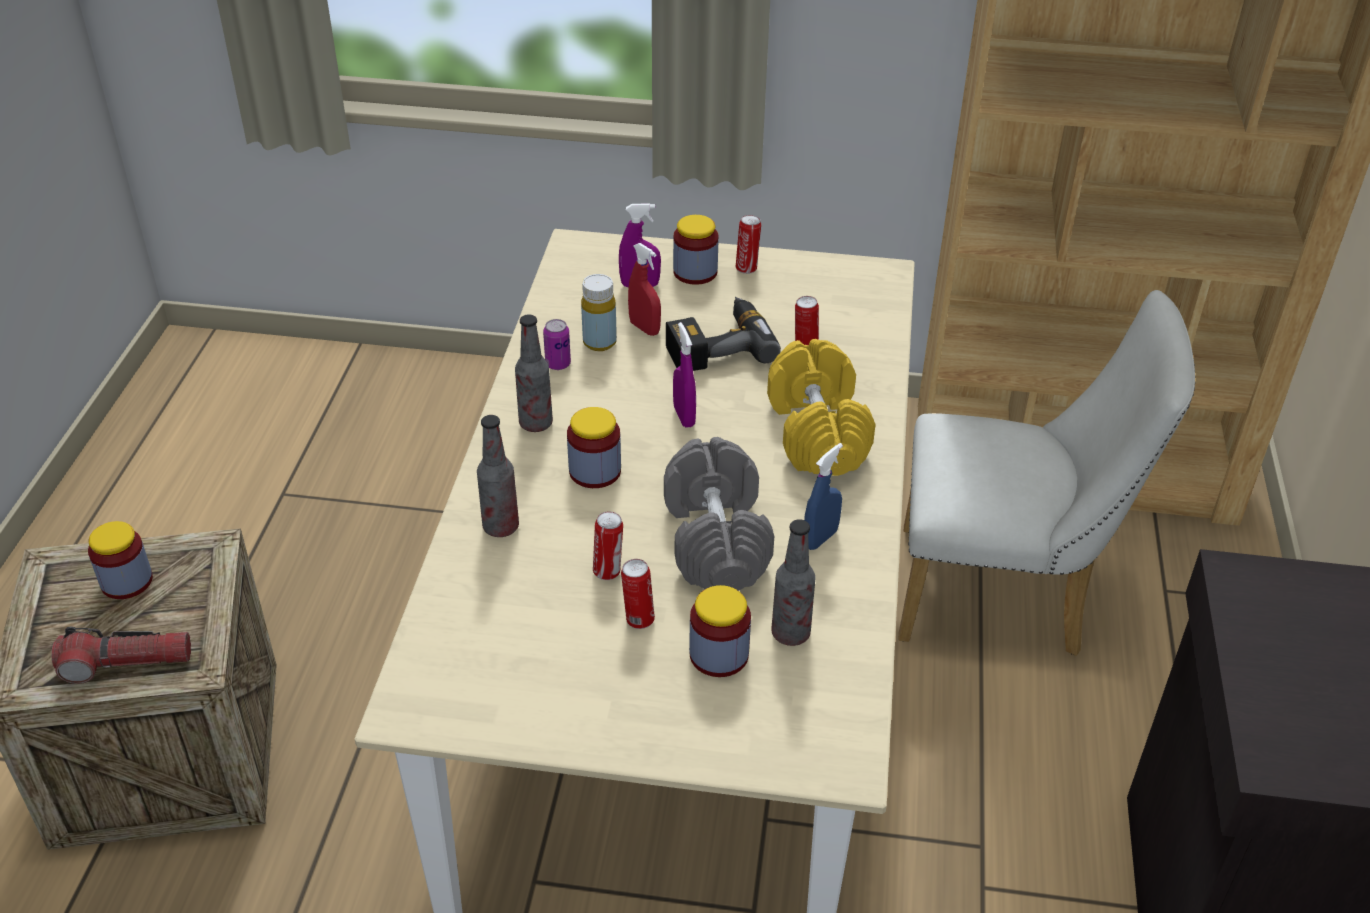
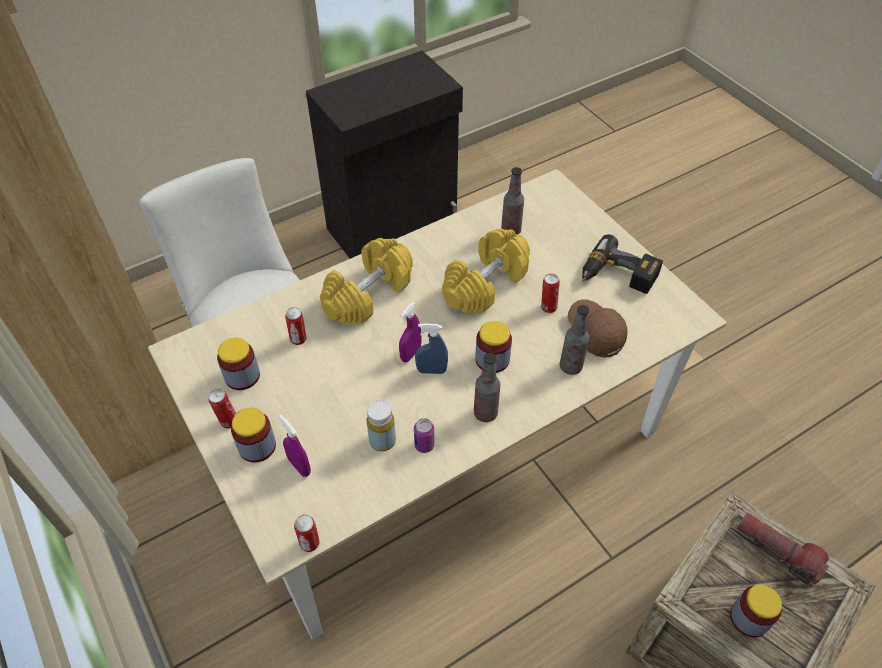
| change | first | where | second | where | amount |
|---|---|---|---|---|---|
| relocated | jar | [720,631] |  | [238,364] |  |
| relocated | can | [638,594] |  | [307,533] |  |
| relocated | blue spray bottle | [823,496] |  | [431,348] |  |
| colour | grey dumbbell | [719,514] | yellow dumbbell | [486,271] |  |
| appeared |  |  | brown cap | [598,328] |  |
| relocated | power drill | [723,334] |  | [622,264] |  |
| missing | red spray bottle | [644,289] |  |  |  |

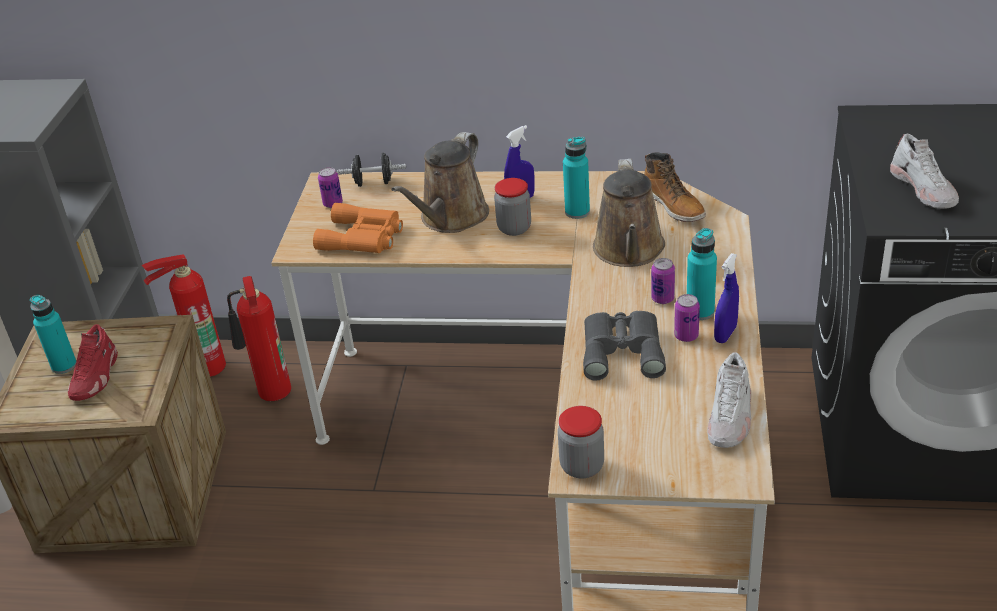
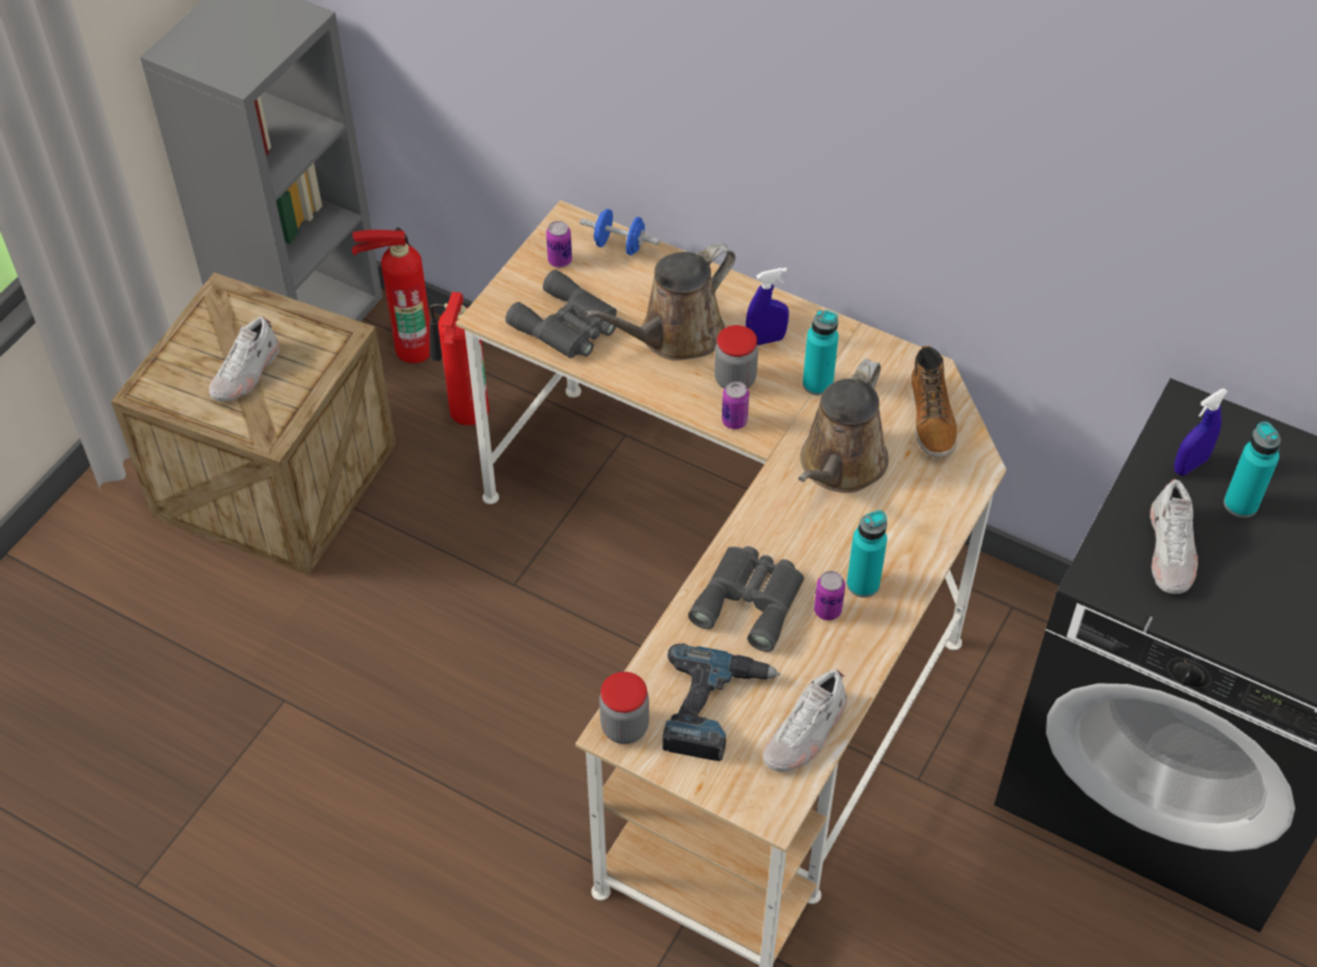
| change | first | where | second | where | amount |
|---|---|---|---|---|---|
| colour | red shoe | [93,362] | white shoe | [244,359] |  |
| colour | orange binoculars | [358,228] | grey binoculars | [561,314] |  |
| colour | black dumbbell | [371,170] | blue dumbbell | [620,232] |  |
| appeared |  |  | power drill | [721,702] |  |
| relocated | can | [663,281] |  | [735,405] |  |
| relocated | blue spray bottle | [726,298] |  | [1201,431] |  |
| relocated | turquoise bottle | [53,334] |  | [1252,469] |  |

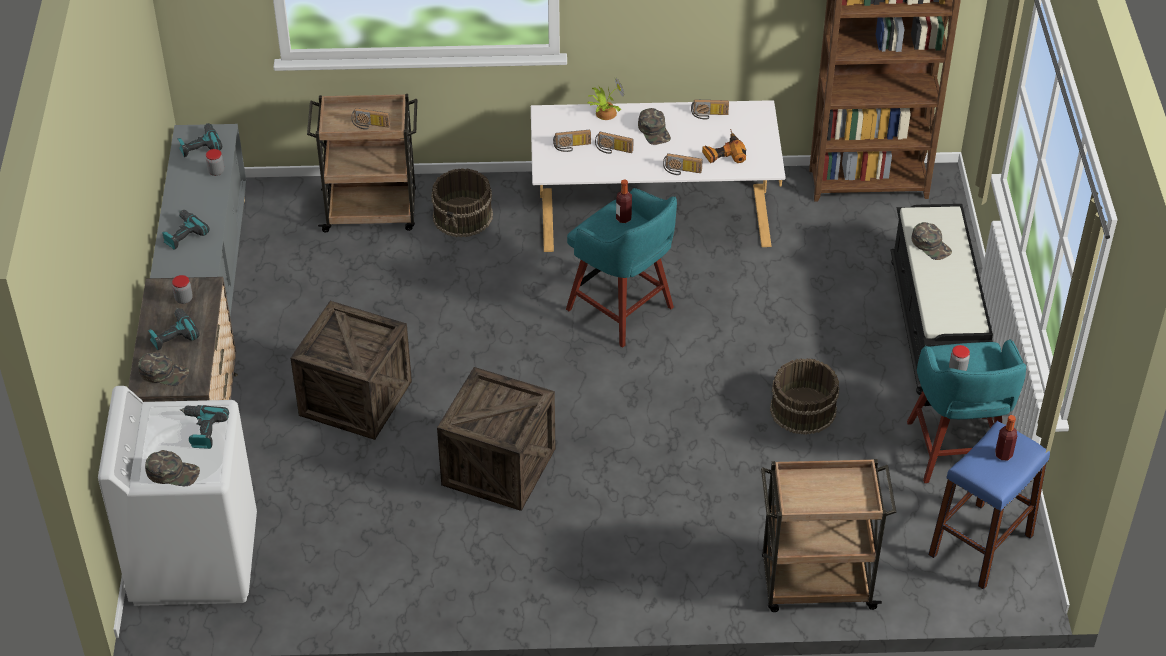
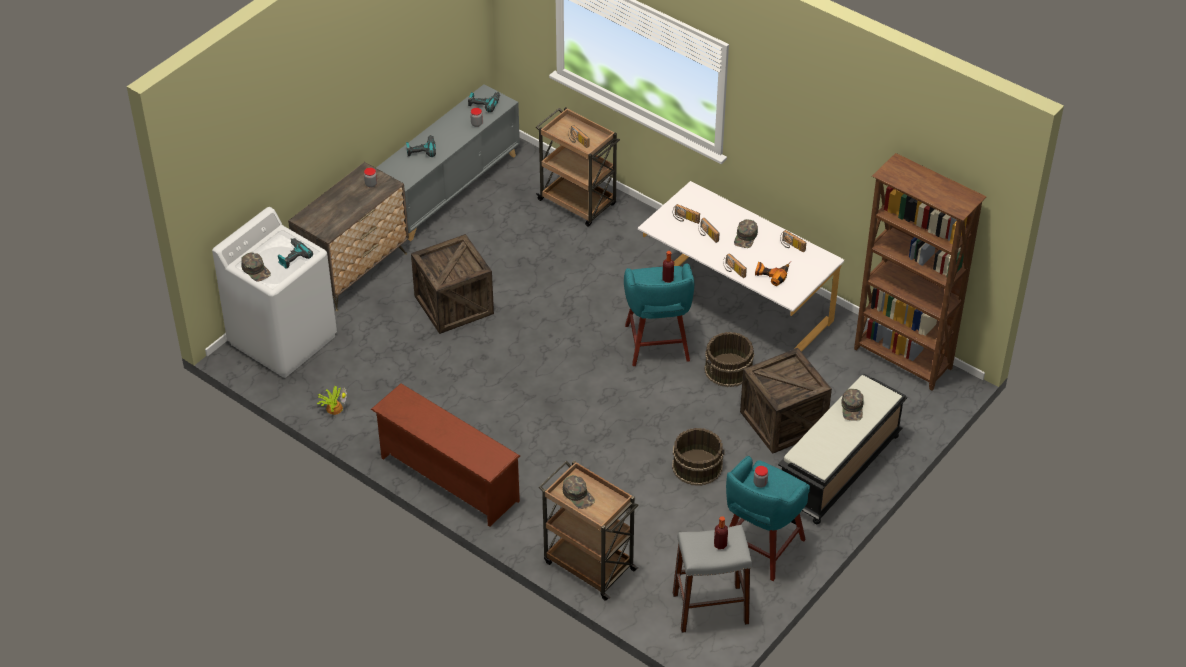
| change | first | where | second | where | amount |
|---|---|---|---|---|---|
| relocated | potted plant | [606,98] |  | [332,400] |  |
| appeared |  |  | brown shoe rack | [445,455] |  |
| relocated | green cap | [163,369] |  | [579,492] |  |
| colour | blue stool | [989,505] | grey stool | [712,579] |  |
| relocated | brown bucket | [462,202] |  | [729,359] |  |
| relocated | crate | [496,439] |  | [786,401] |  |
| missing | power drill | [173,329] |  |  |  |

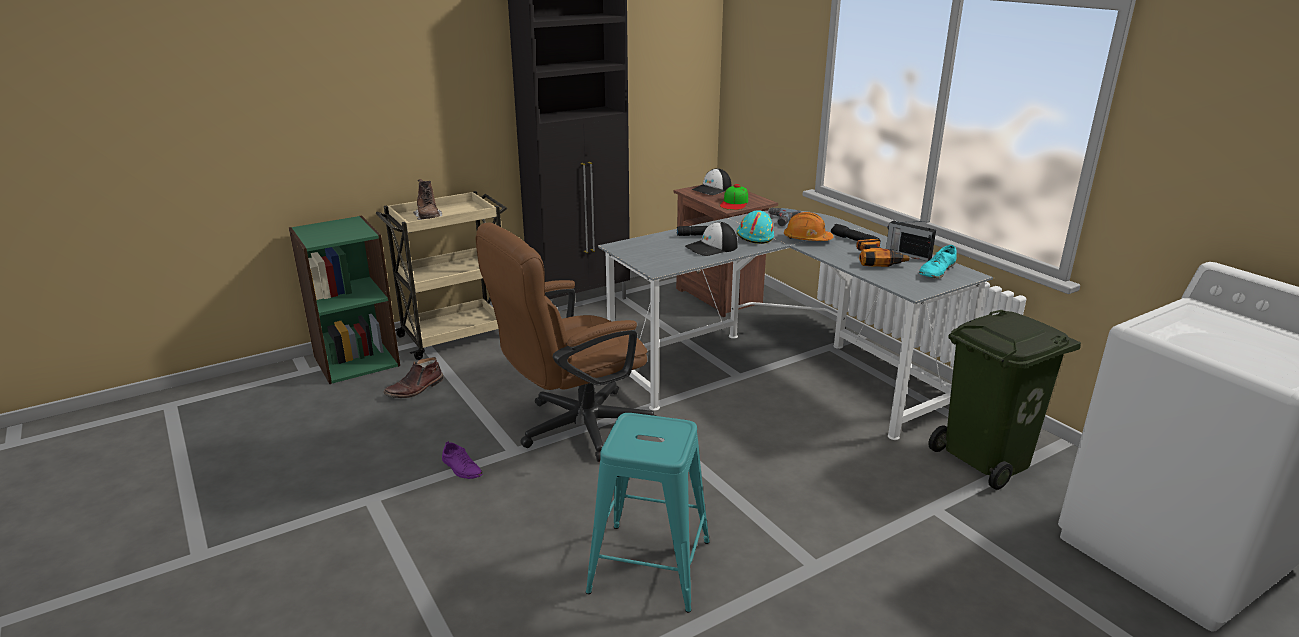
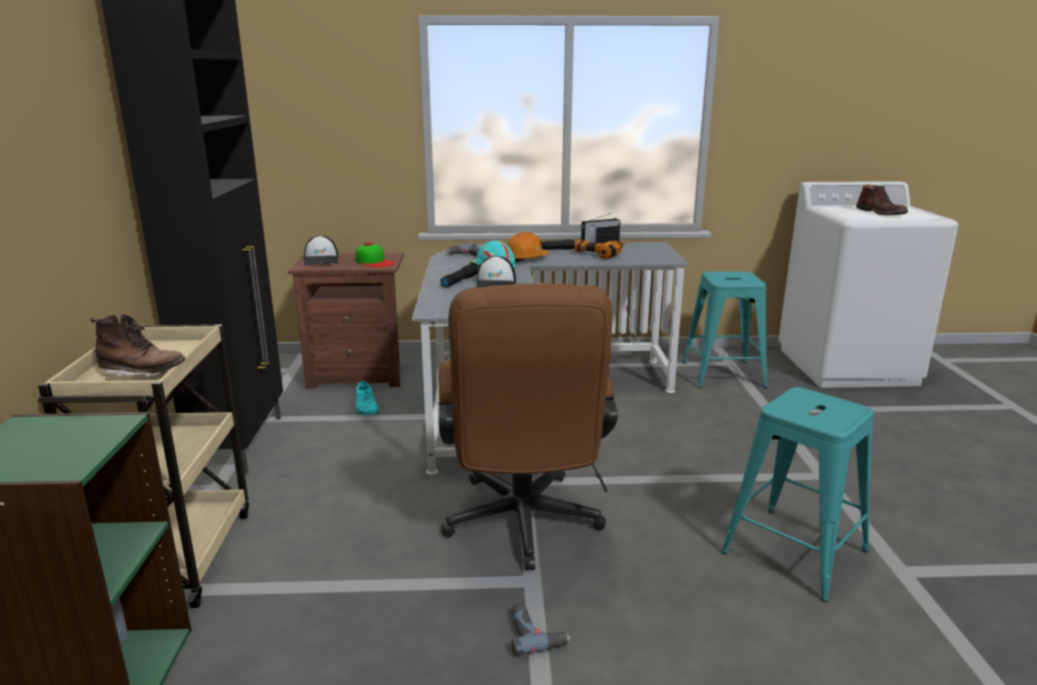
| change | first | where | second | where | amount |
|---|---|---|---|---|---|
| relocated | turquoise shoe | [938,262] |  | [367,398] |  |
| exchanged | purple shoe | [462,460] | power drill | [541,629] |  |
| exchanged | green trash can | [1004,400] | turquoise stool | [724,329] |  |
| relocated | brown boot | [413,377] |  | [882,200] |  |

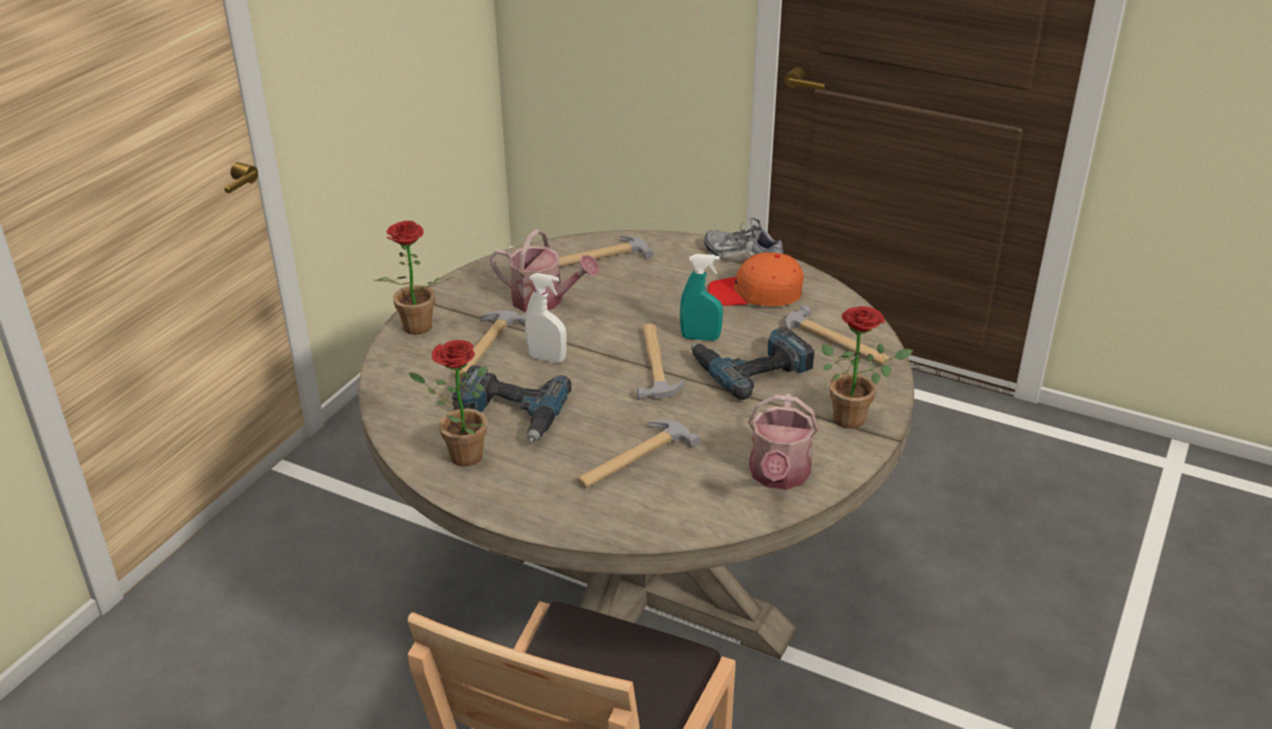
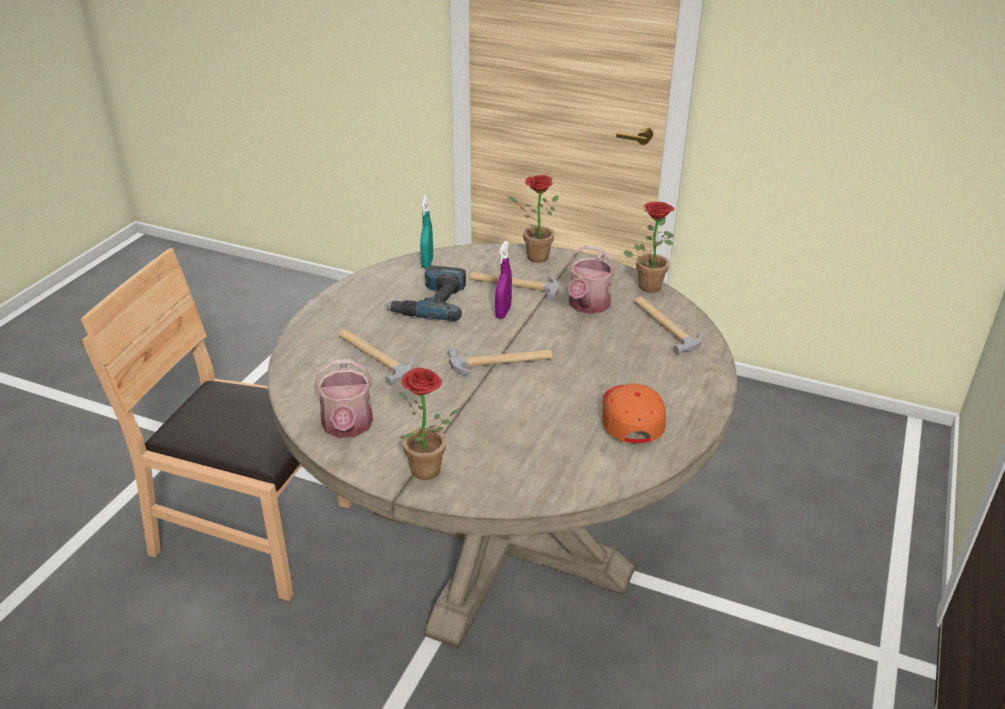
| change | first | where | second | where | amount |
|---|---|---|---|---|---|
| spun | watering can | [783,442] |  | [343,398] | 105 degrees counterclockwise |
| relocated | turquoise spray bottle | [701,297] |  | [426,231] |  |
| colour | white spray bottle | [546,318] | purple spray bottle | [503,280] |  |
| relocated | potted plant | [447,403] |  | [648,247] |  |
| missing | power drill | [753,363] |  |  |  |
| missing | shoe | [744,240] |  |  |  |
| missing | hammer | [837,335] |  |  |  |

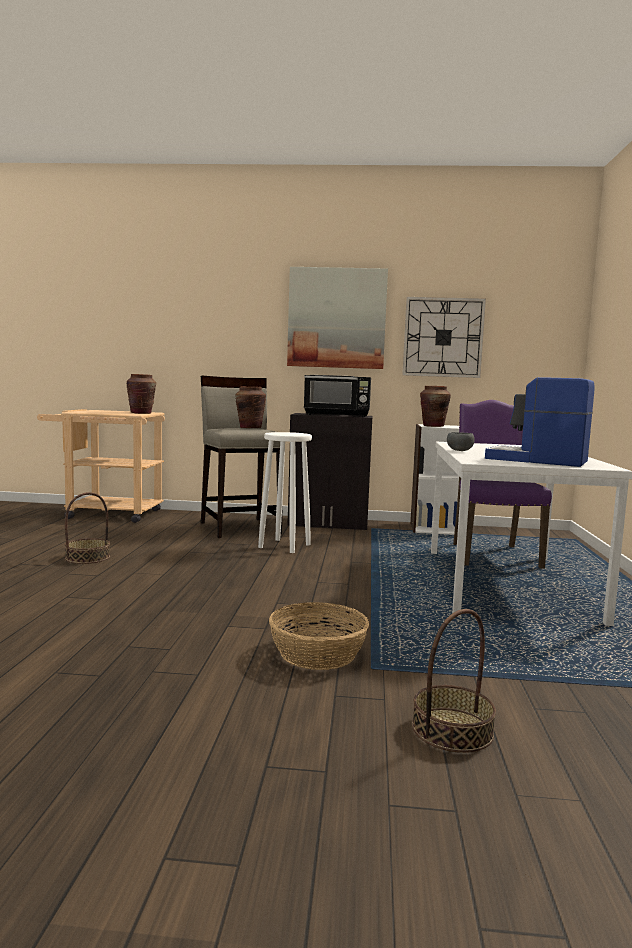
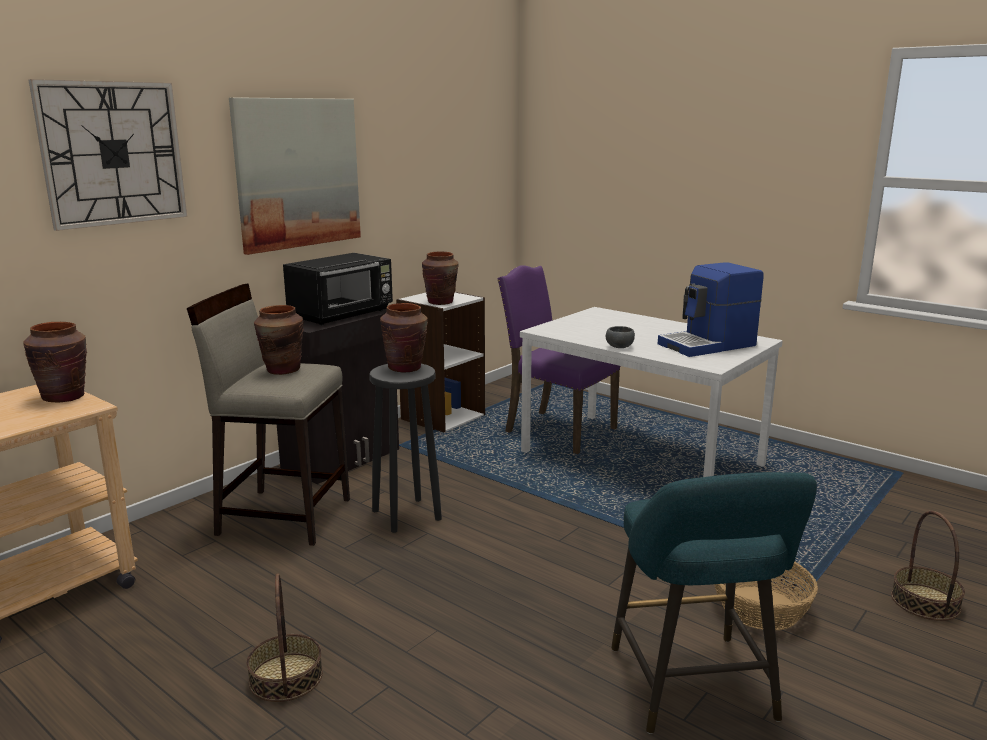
| change | first | where | second | where | amount |
|---|---|---|---|---|---|
| relocated | wall clock | [444,337] |  | [107,155] |  |
| colour | white stool | [285,492] | black stool | [405,448] |  |
| appeared |  |  | brown vase | [404,338] |  |
| appeared |  |  | turquoise stool | [714,603] |  |

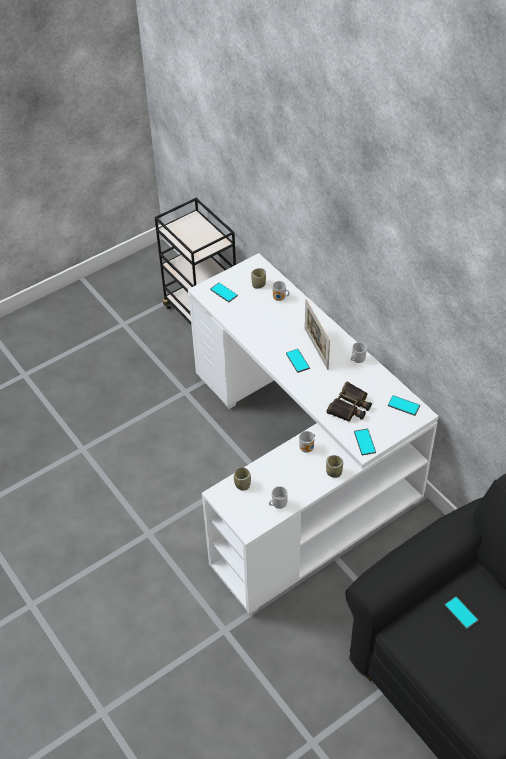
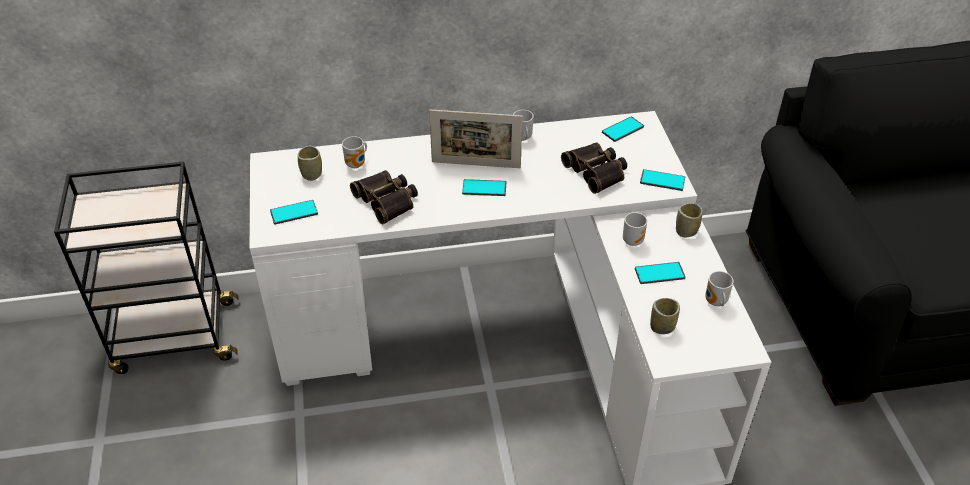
| change | first | where | second | where | amount |
|---|---|---|---|---|---|
| appeared |  |  | binoculars | [384,197] |  |
| relocated | phone | [461,612] |  | [660,273] |  |

